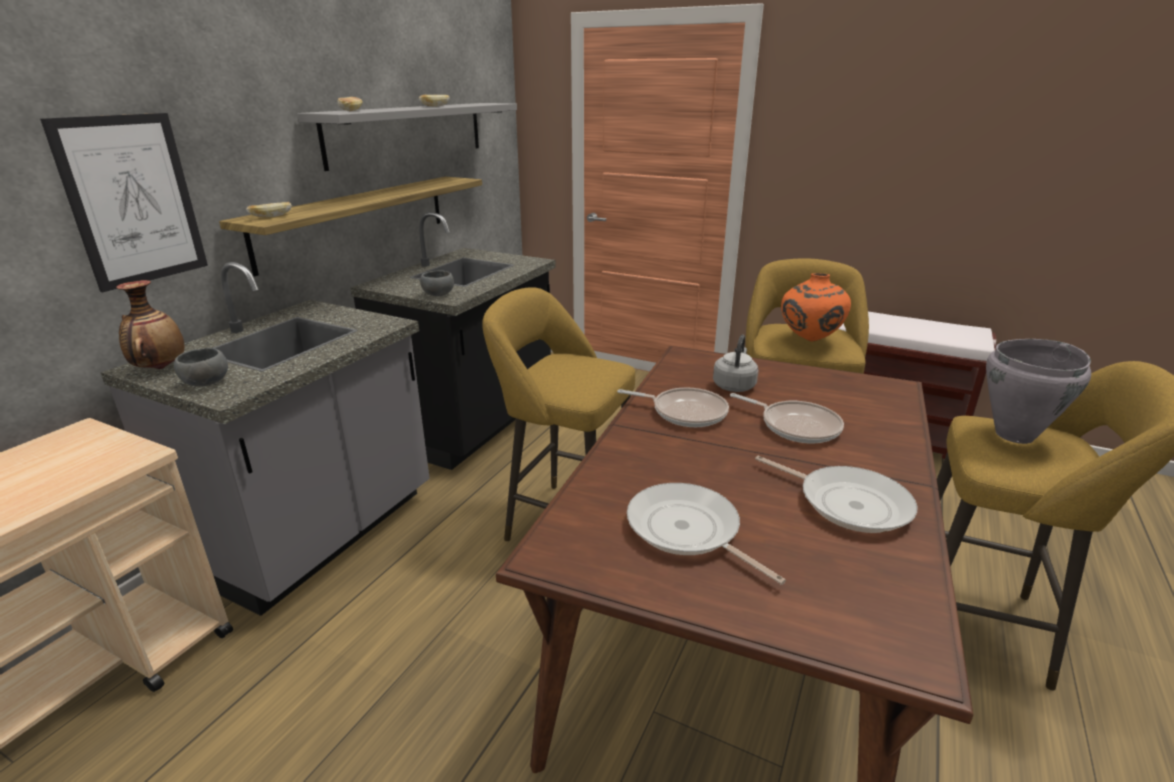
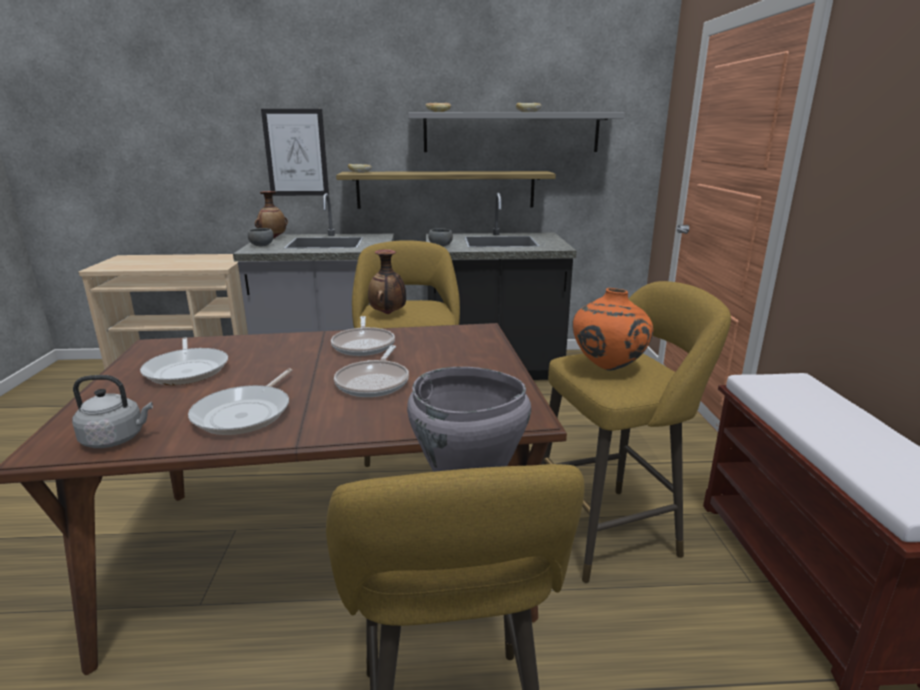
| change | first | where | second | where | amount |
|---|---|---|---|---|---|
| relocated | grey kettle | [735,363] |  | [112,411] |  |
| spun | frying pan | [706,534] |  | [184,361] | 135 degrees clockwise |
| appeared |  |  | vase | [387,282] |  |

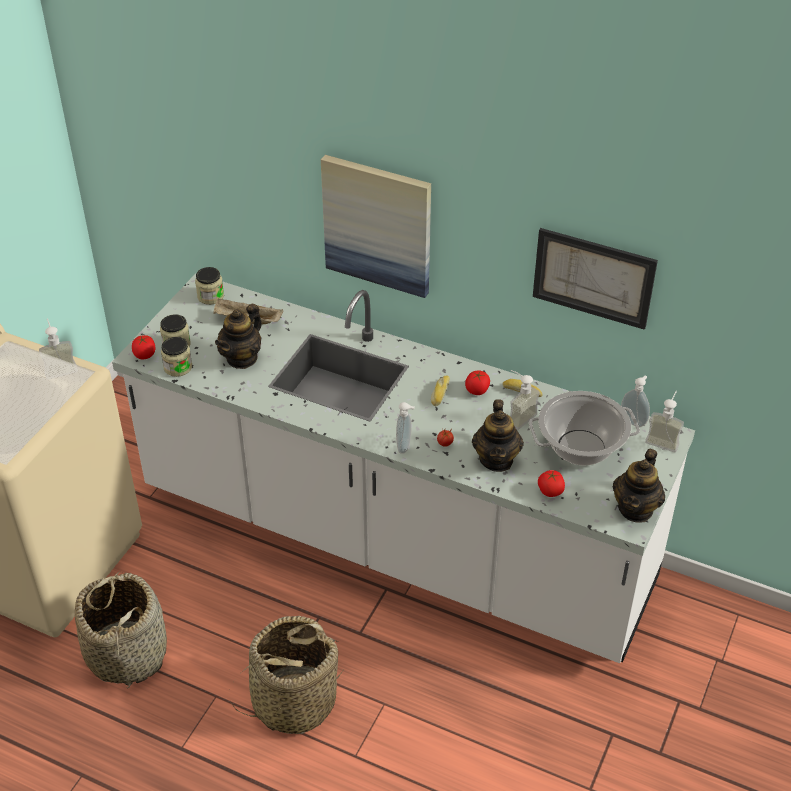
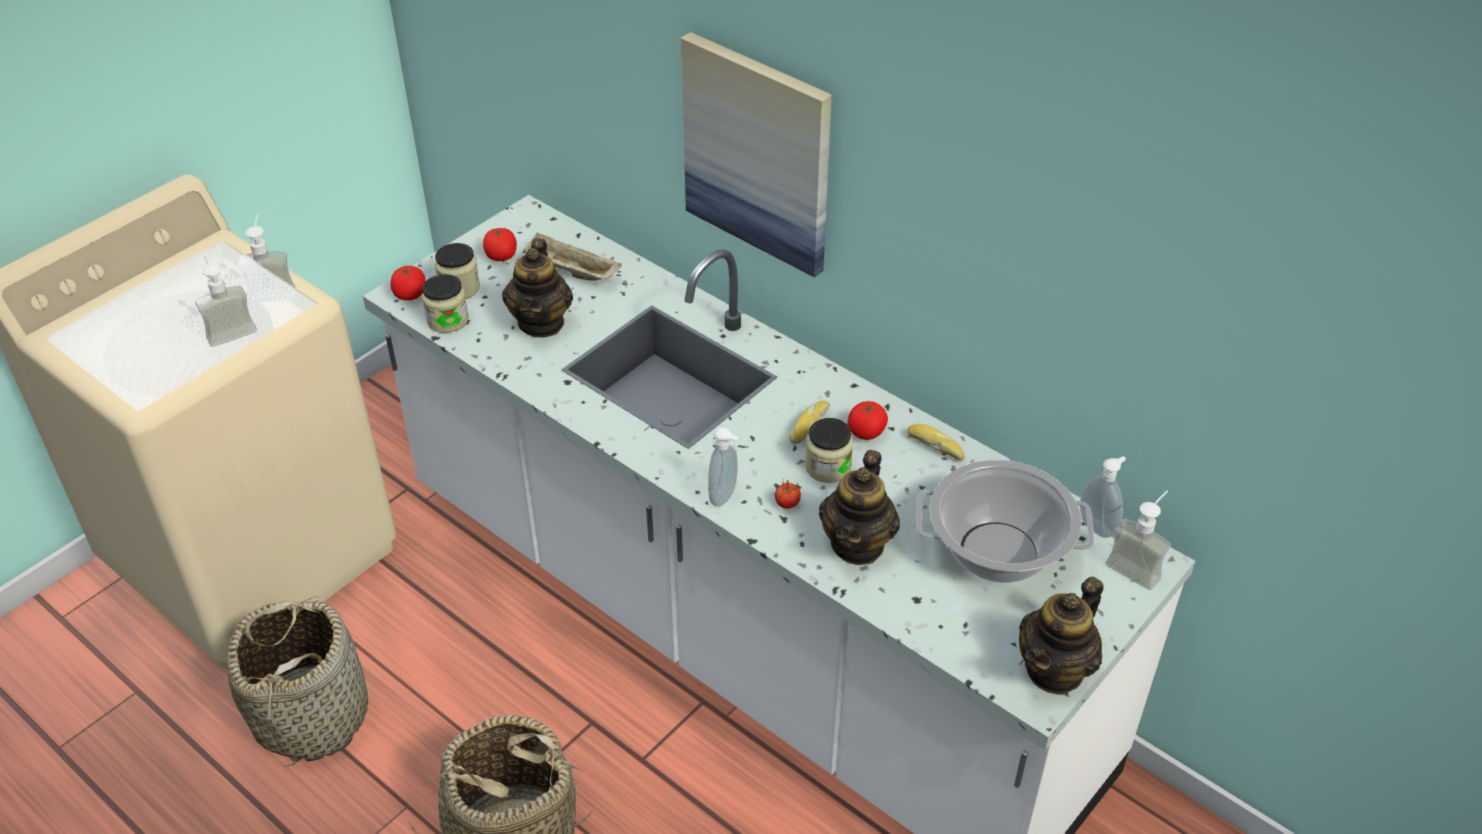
| change | first | where | second | where | amount |
|---|---|---|---|---|---|
| relocated | soap dispenser | [525,400] |  | [226,300] |  |
| relocated | tomato | [551,483] |  | [500,244] |  |
| spun | teapot | [238,336] |  | [537,288] | 45 degrees counterclockwise |
| relocated | jar | [209,286] |  | [829,450] |  |
| missing | picture | [595,279] |  |  |  |

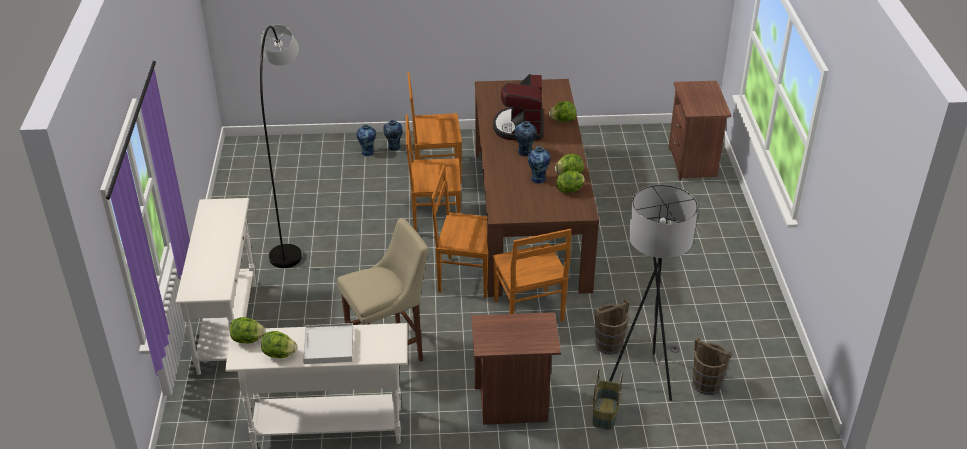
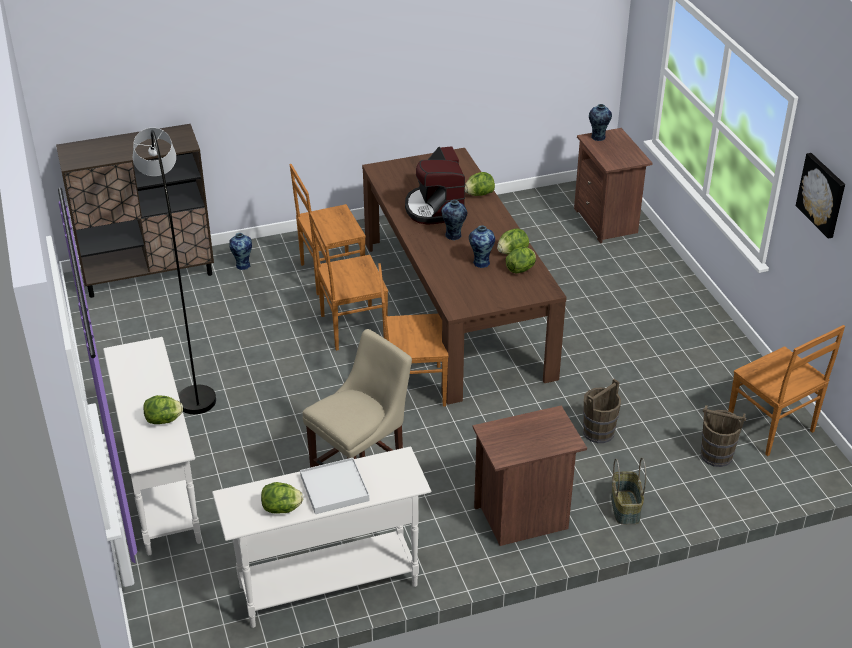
| change | first | where | second | where | amount |
|---|---|---|---|---|---|
| appeared |  |  | brown cabinet | [135,211] |  |
| relocated | lettuce | [248,330] |  | [163,409] |  |
| relocated | vase | [393,135] |  | [600,122] |  |
| relocated | brown chair | [532,275] |  | [786,390] |  |
| appeared |  |  | picture | [820,196] |  |
| missing | grey floor lamp | [653,293] |  |  |  |

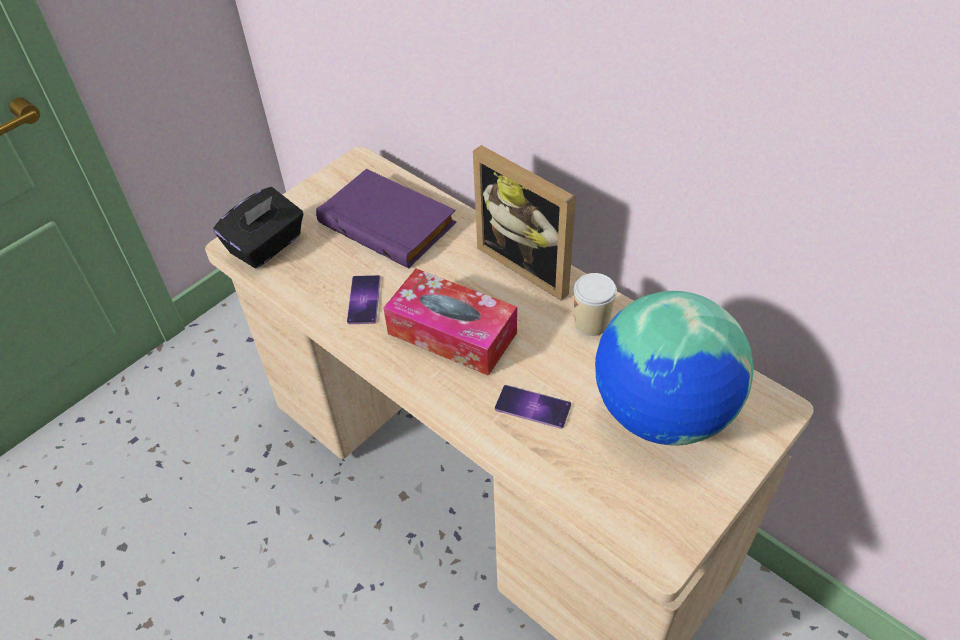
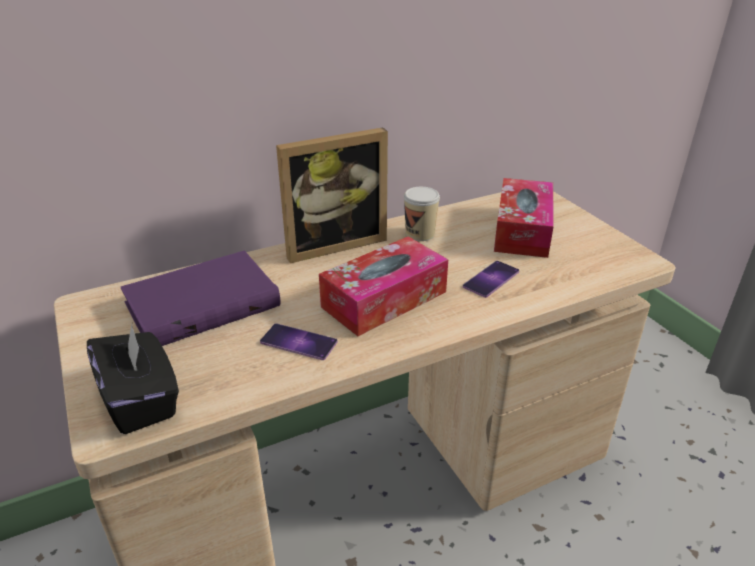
| change | first | where | second | where | amount |
|---|---|---|---|---|---|
| exchanged | globe | [674,368] | tissue box | [524,218] |  |

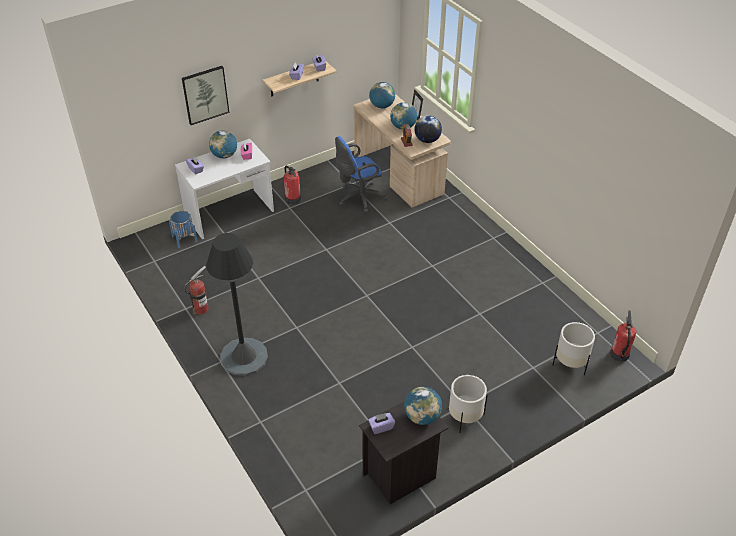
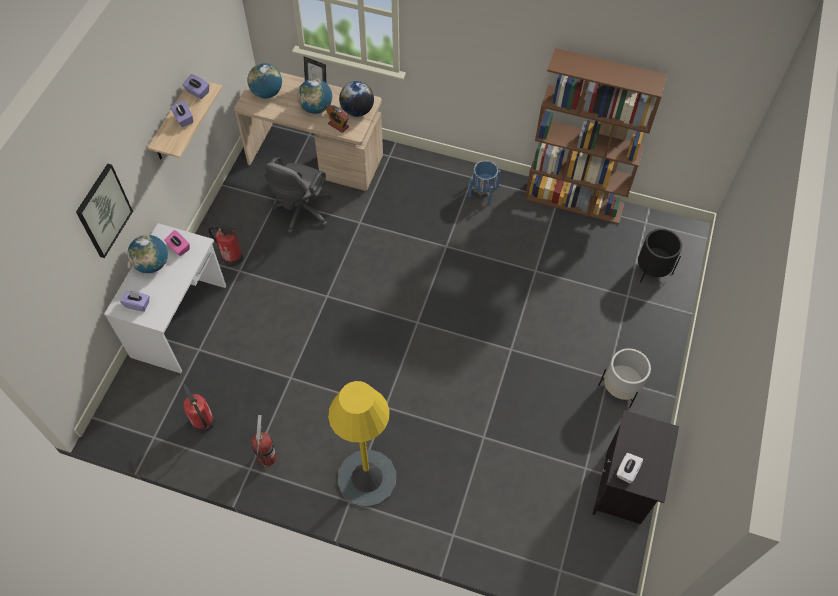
| change | first | where | second | where | amount |
|---|---|---|---|---|---|
| relocated | fire extinguisher | [623,336] |  | [199,408] |  |
| colour | blue office chair | [361,174] | grey office chair | [298,195] |  |
| colour | black floor lamp | [237,304] | yellow floor lamp | [362,444] |  |
| relocated | blue planter | [183,229] |  | [485,182] |  |
| appeared |  |  | brown bookcase | [596,136] |  |
| colour | purple tissue box | [381,423] | white tissue box | [629,468] |  |
| colour | white planter | [573,348] | black planter | [660,256] |  |
| missing | globe | [423,406] |  |  |  |

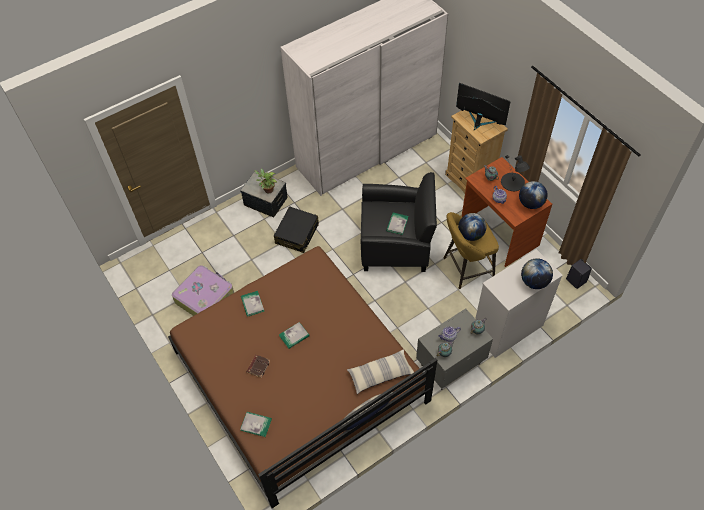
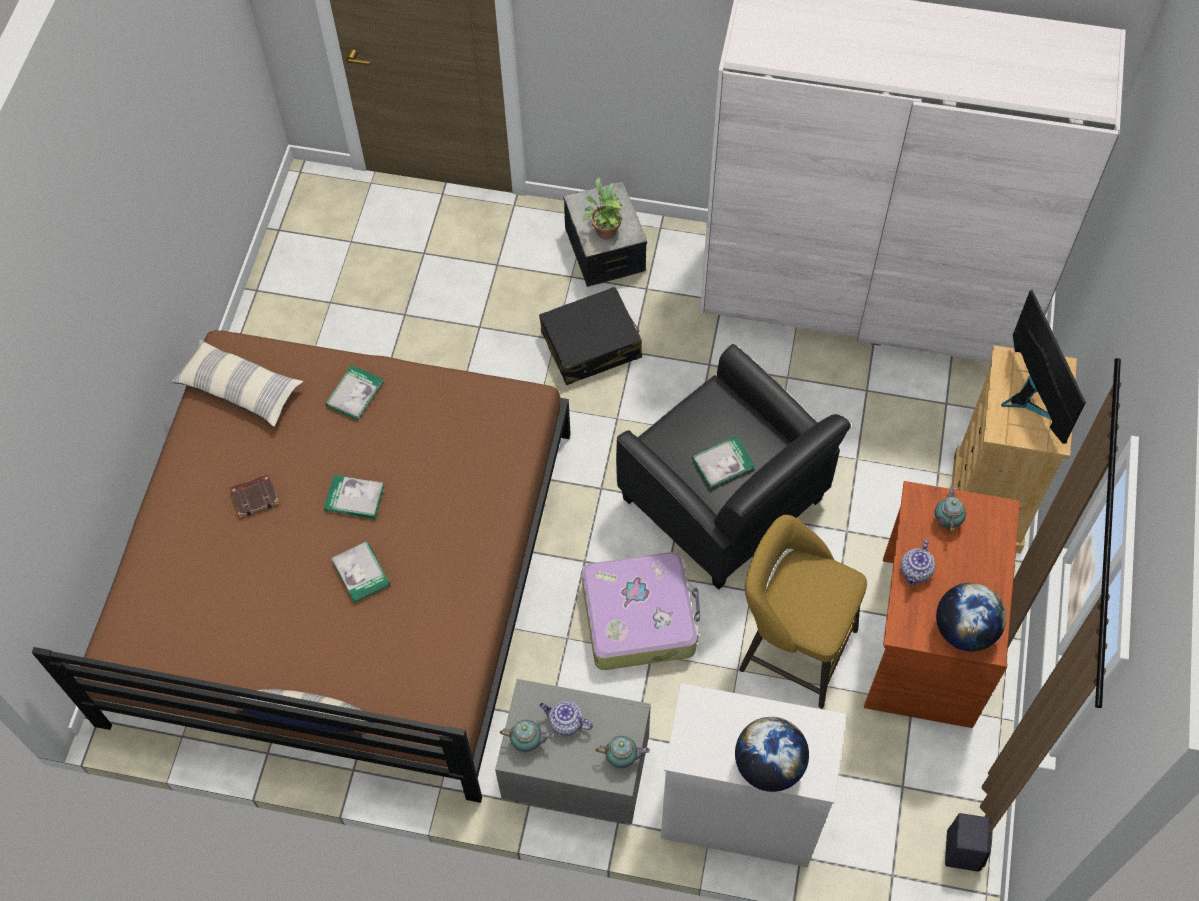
| change | first | where | second | where | amount |
|---|---|---|---|---|---|
| relocated | pillow | [380,371] |  | [237,383] |  |
| relocated | book | [256,424] |  | [361,572] |  |
| relocated | suitcase | [203,291] |  | [641,611] |  |
| missing | globe | [472,227] |  |  |  |
| missing | black table lamp | [515,173] |  |  |  |

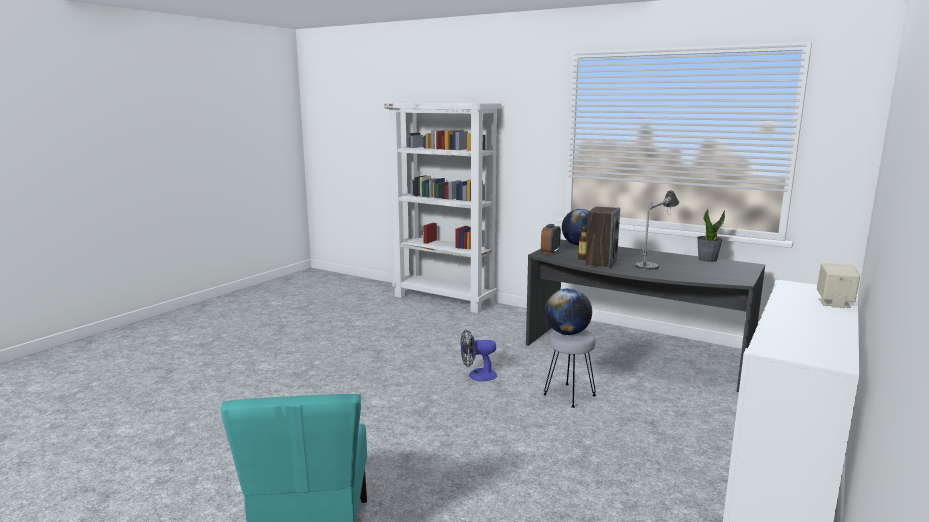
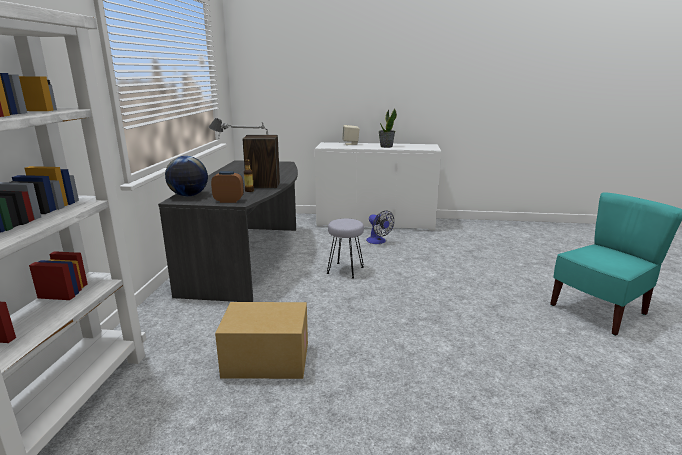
| change | first | where | second | where | amount |
|---|---|---|---|---|---|
| appeared |  |  | cardboard box | [261,340] |  |
| relocated | fan | [479,355] |  | [380,227] |  |
| relocated | potted plant | [711,235] |  | [387,128] |  |
| missing | globe | [568,311] |  |  |  |

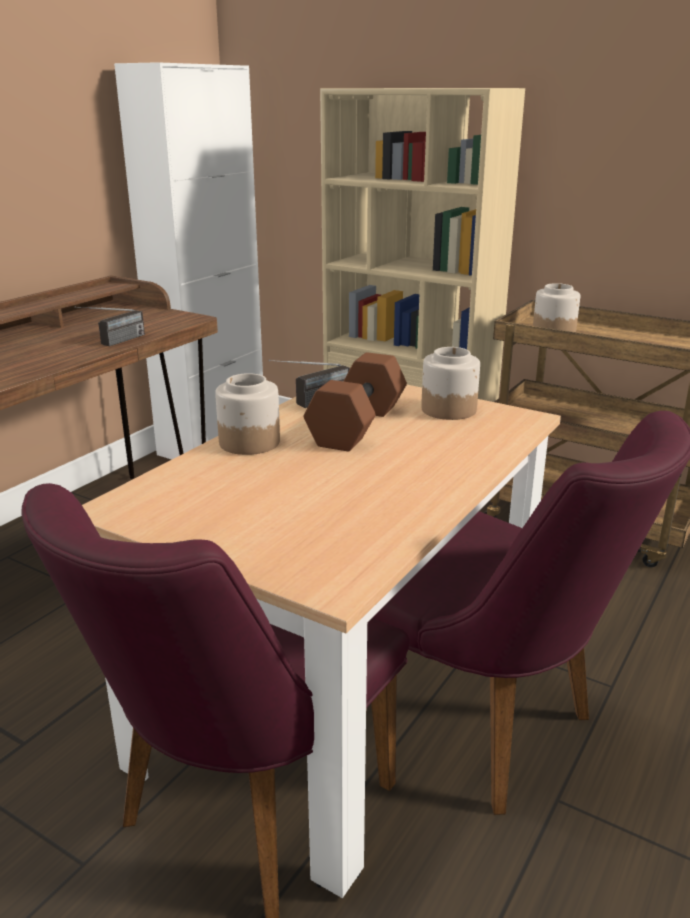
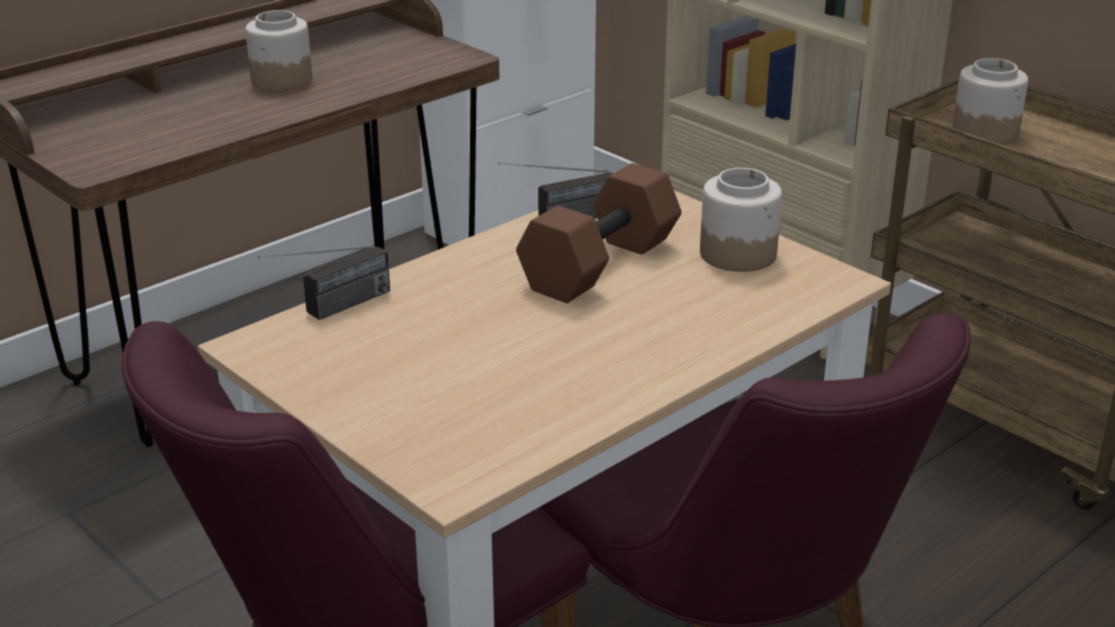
| change | first | where | second | where | amount |
|---|---|---|---|---|---|
| relocated | jar | [247,414] |  | [278,50] |  |
| relocated | radio | [110,326] |  | [324,282] |  |

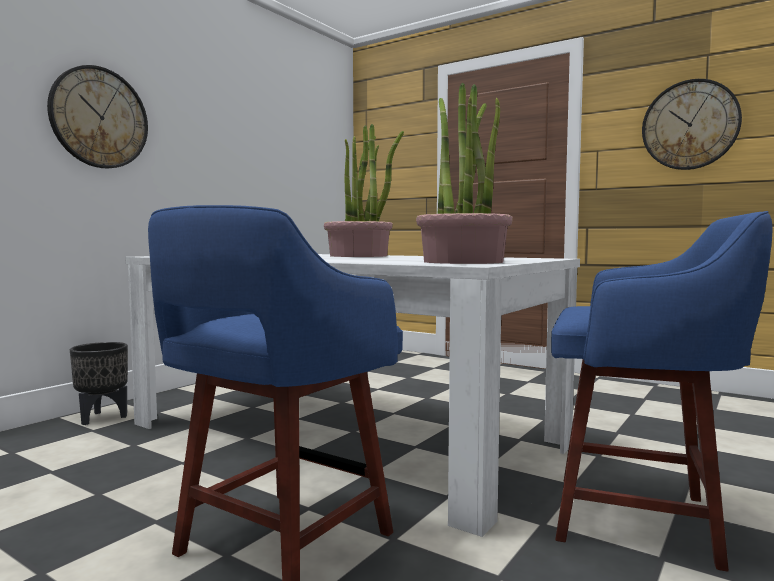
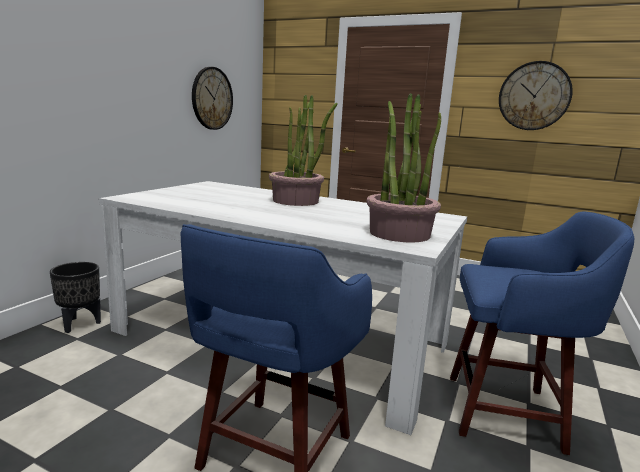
| change | first | where | second | where | amount |
|---|---|---|---|---|---|
| relocated | wall clock | [97,116] |  | [212,98] |  |

